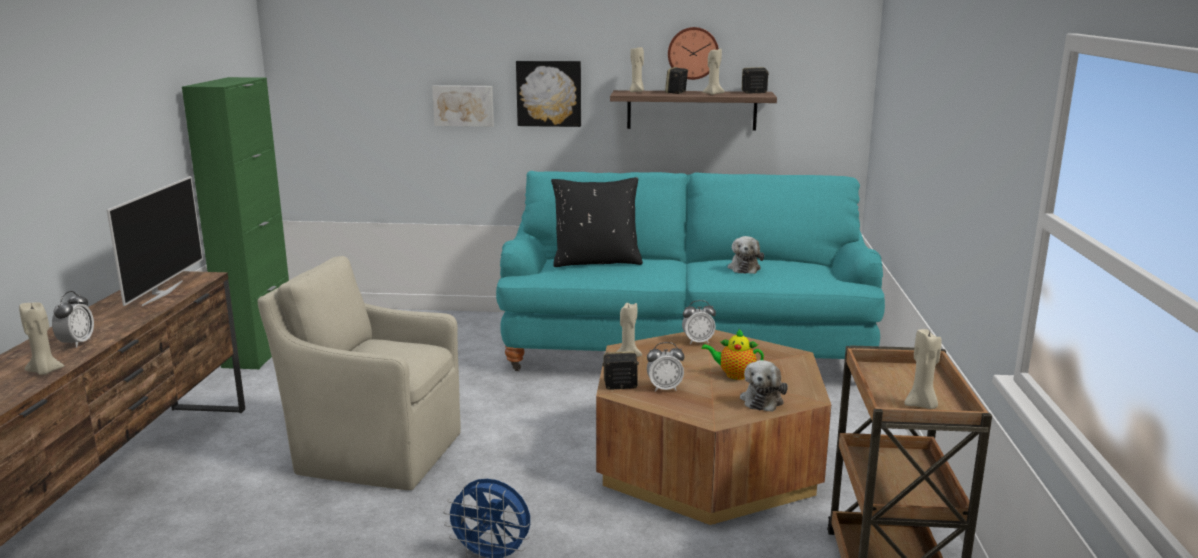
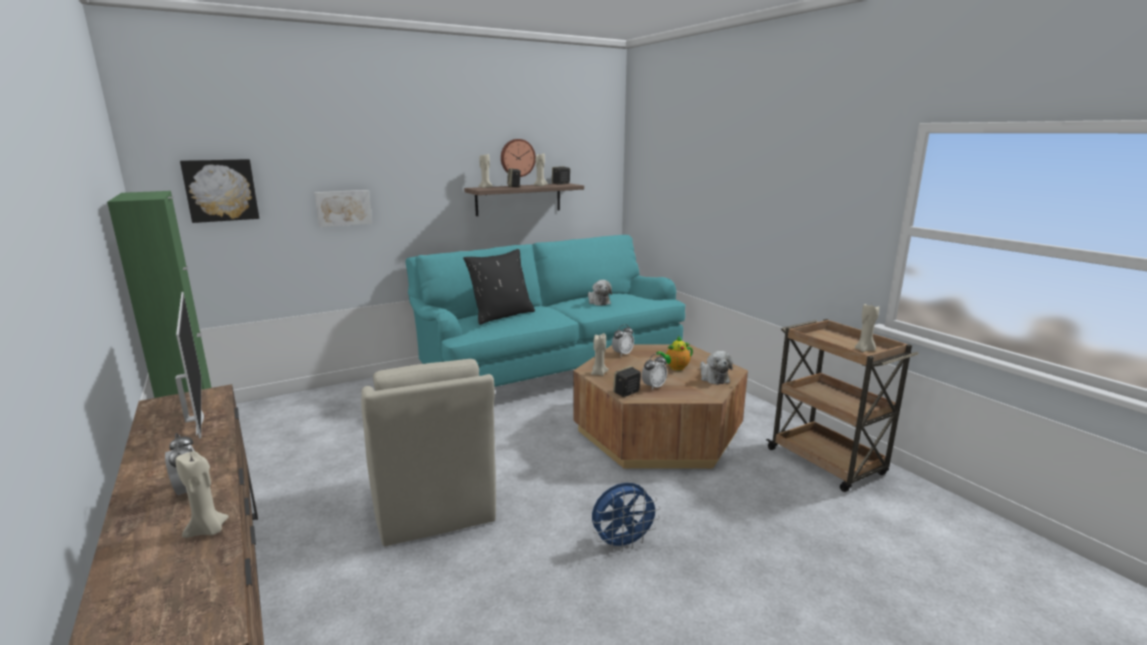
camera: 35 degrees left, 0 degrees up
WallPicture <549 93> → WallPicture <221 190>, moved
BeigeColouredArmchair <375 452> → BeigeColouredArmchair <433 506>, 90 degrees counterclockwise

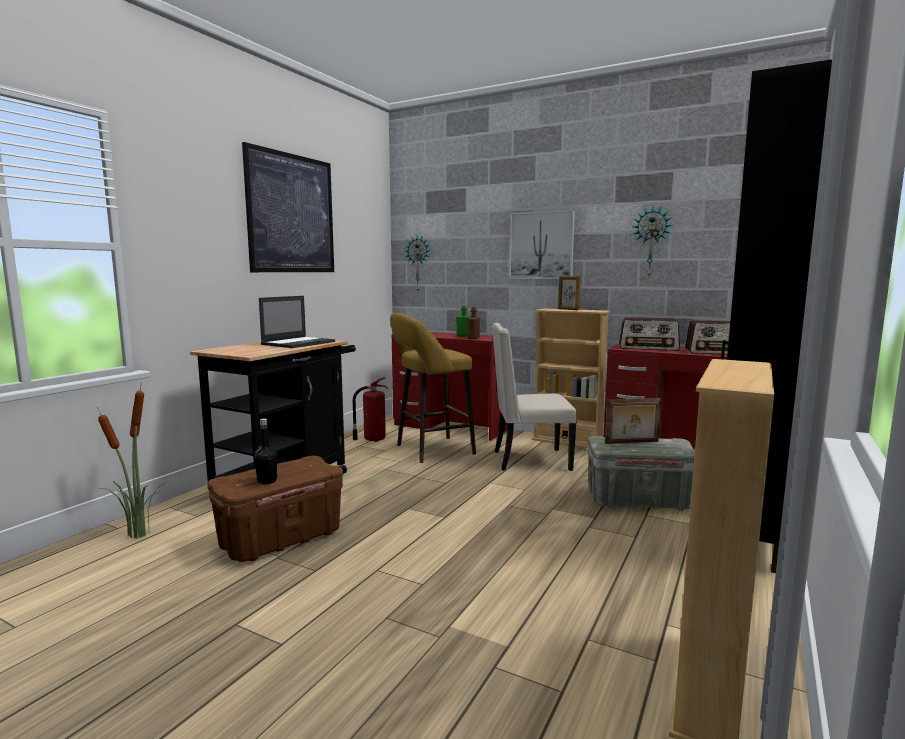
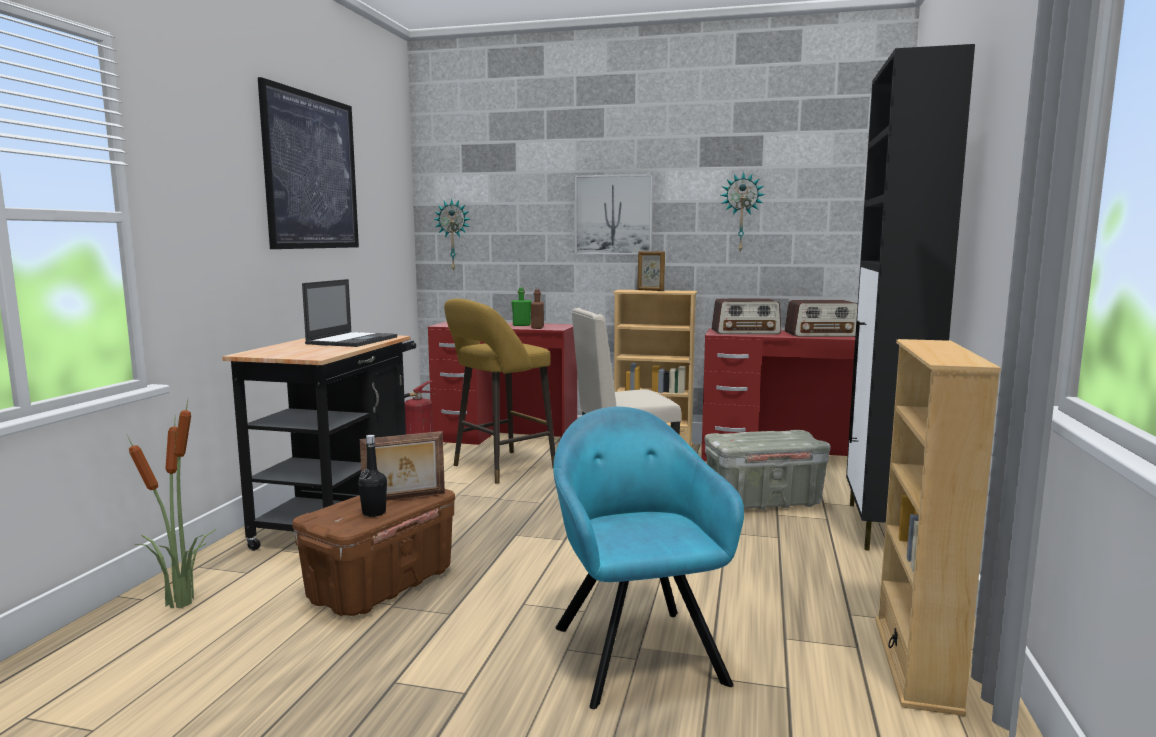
camera: 15 degrees left, 0 degrees up
- → BlueGreenArmchair <635 649>
StandingFrame <632 442> → StandingFrame <404 498>, moved

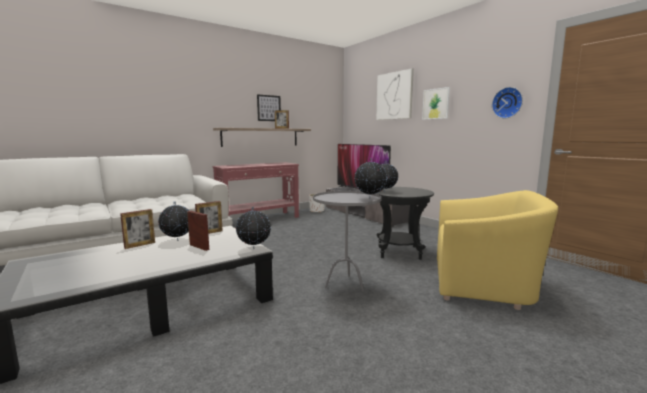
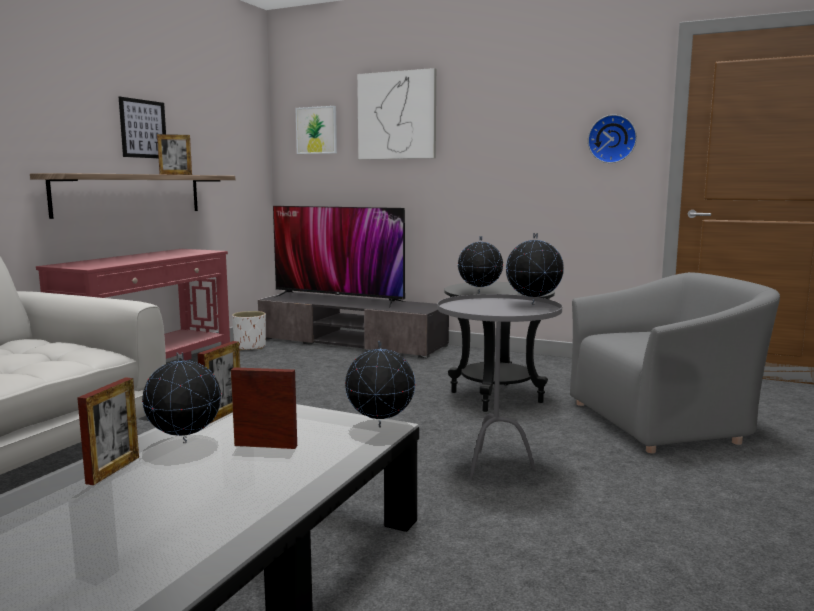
camera: 30 degrees left, 0 degrees up
WallPicture <436 104> → WallPicture <316 130>, moved
YellowishArmchair <483 284> → GrayArmchair <663 421>

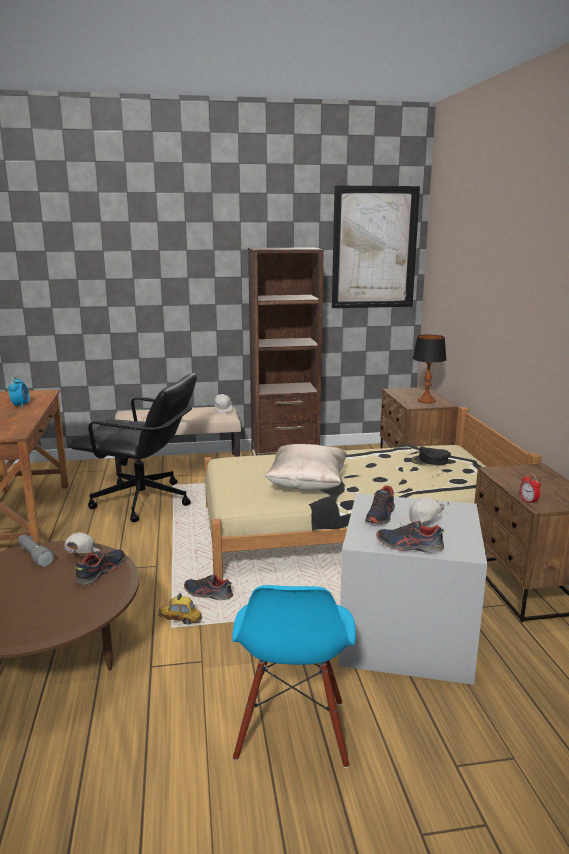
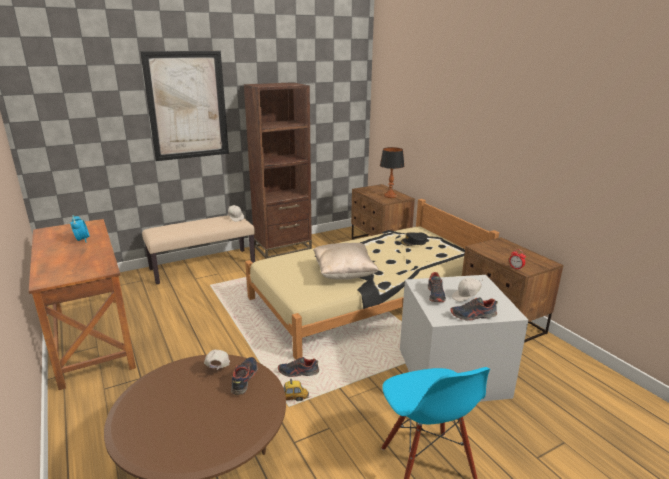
camera: 20 degrees left, 5 degrees up
GrayHandTorch <34 555> → -
BlackColouredDeskChair <143 501> → -
WallPicture <374 248> → WallPicture <187 106>, moved

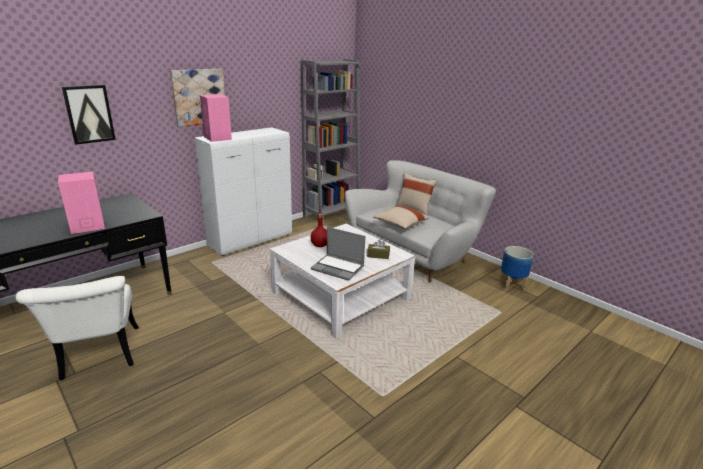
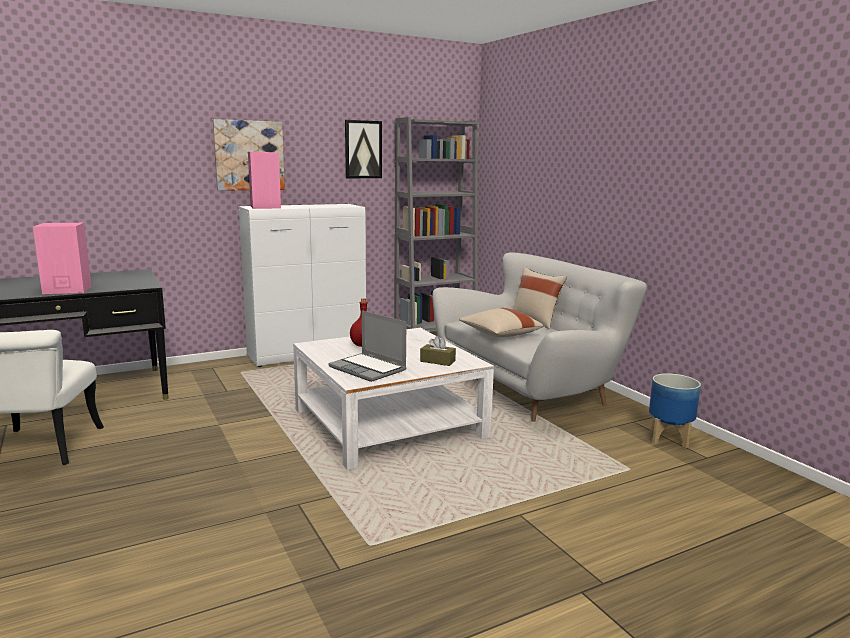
camera: 15 degrees right, 10 degrees down
WallPicture <89 114> → WallPicture <363 149>, moved

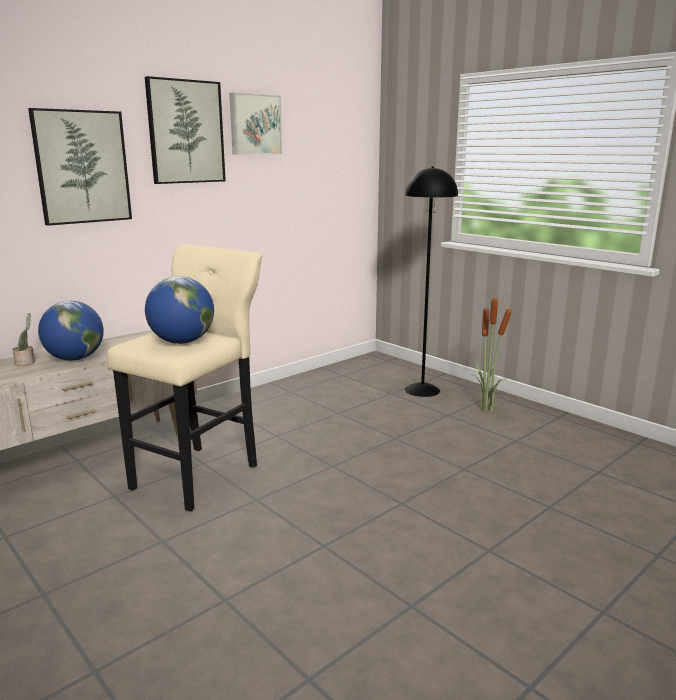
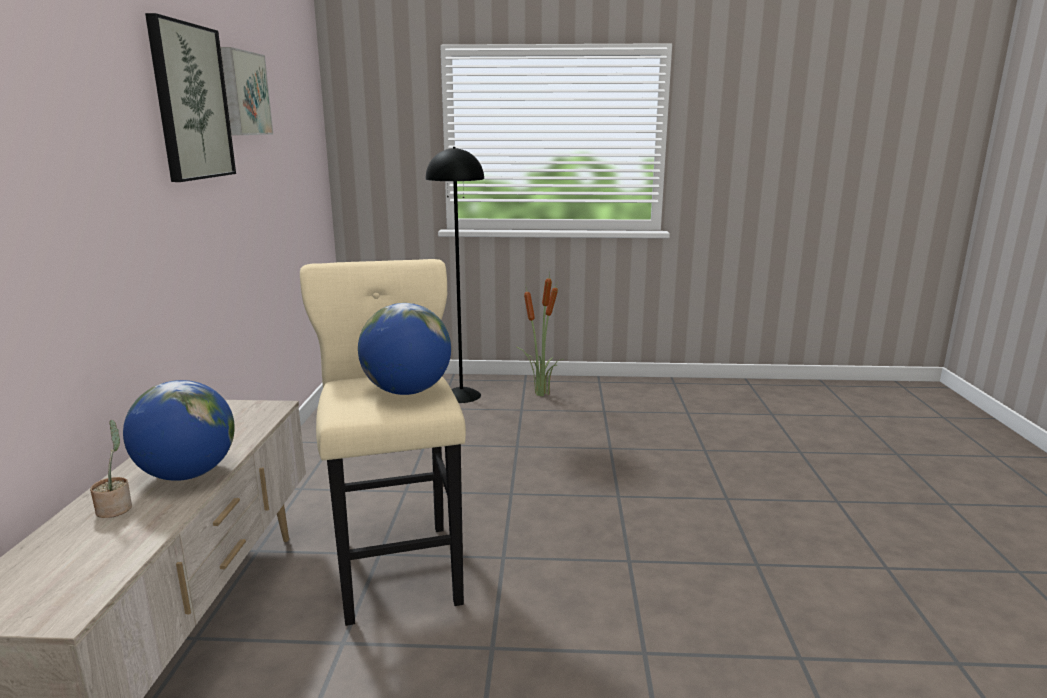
camera: 45 degrees left, 0 degrees up
WallPicture <82 167> → -

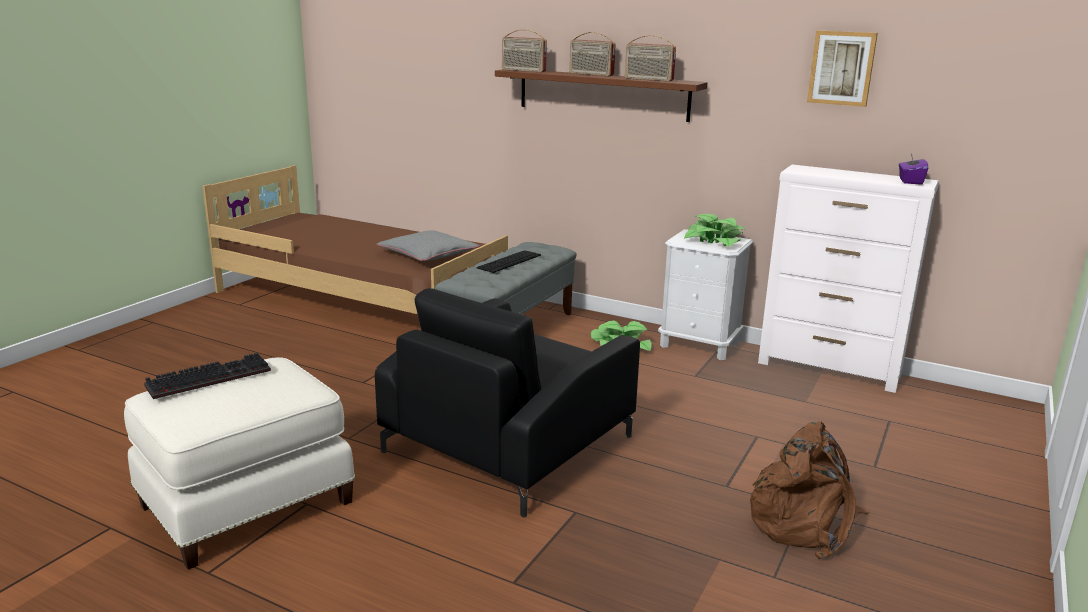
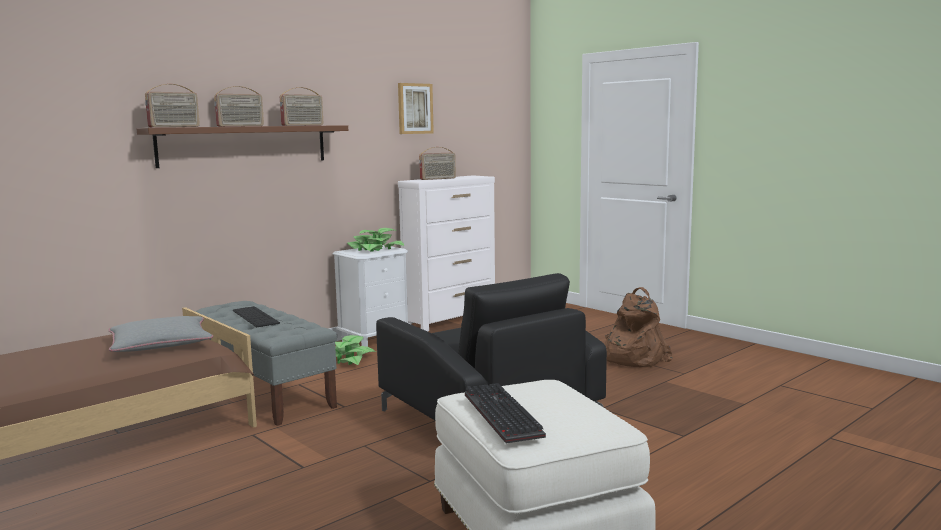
camera: 70 degrees left, 10 degrees down
PurplishBoxOfTissues <910 181> → -
- → Radio <438 179>

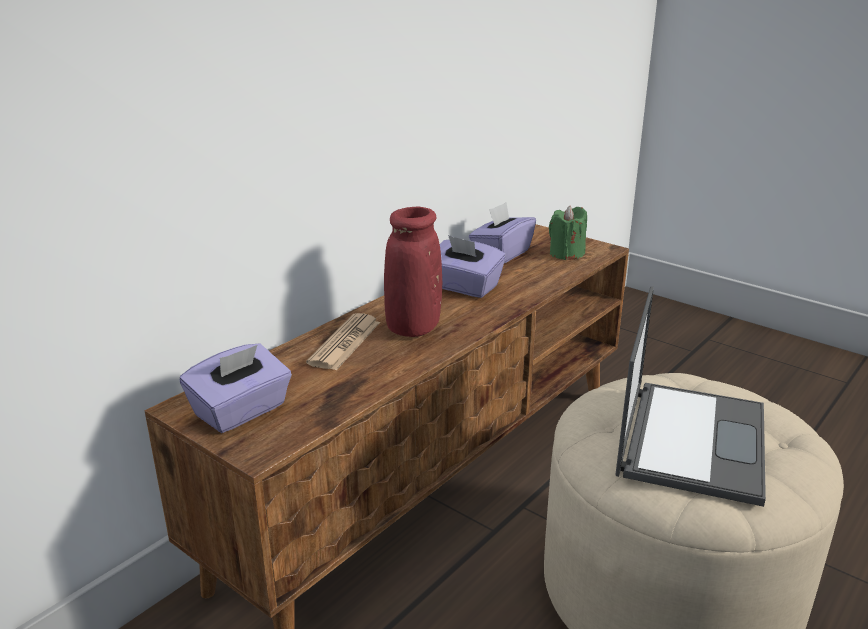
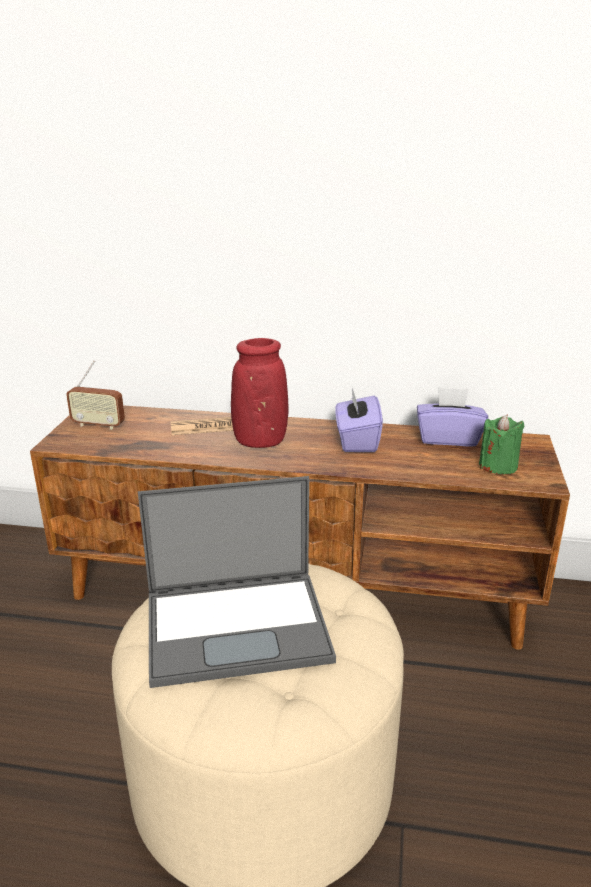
camera: 60 degrees right, 0 degrees up
PurplishBoxOfTissues <241 411> → Radio <98 425>

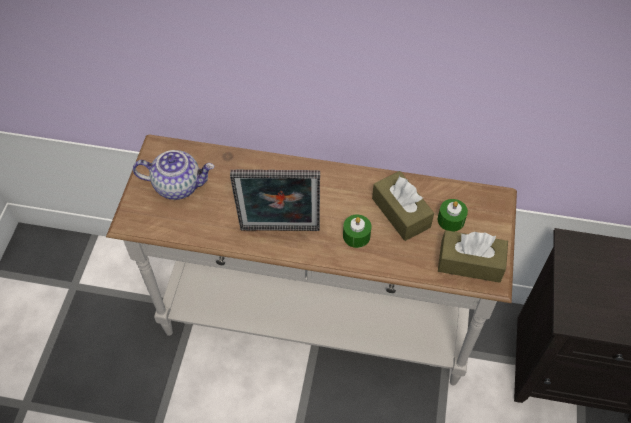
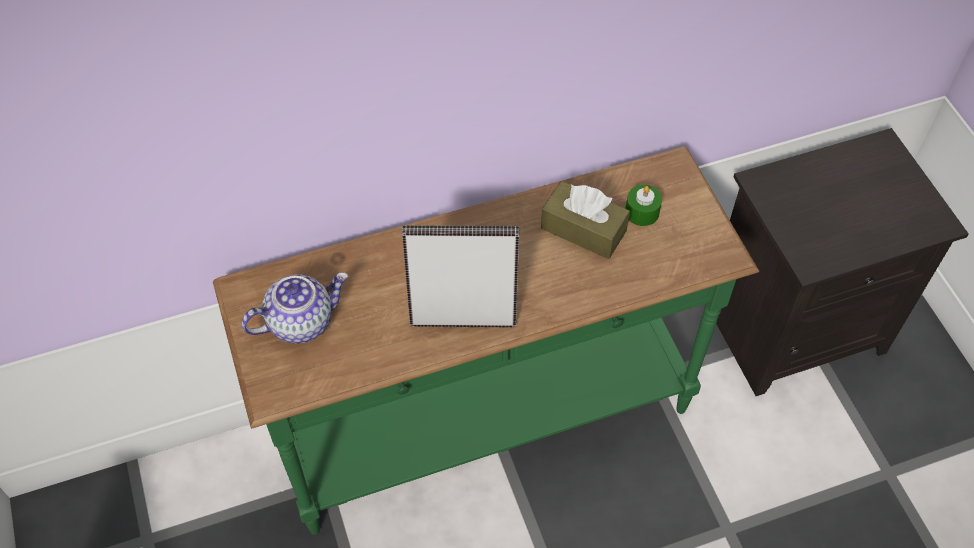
camera: 30 degrees left, 0 degrees up
GreenWaxCandle <356 235> → -
BrownColouredBoxOfTissues <470 263> → -
WhitishHallTable <315 323> → GreenHallTable <487 425>
StandingFrame <279 232> → StandingFrame <463 317>, 150 degrees counterclockwise

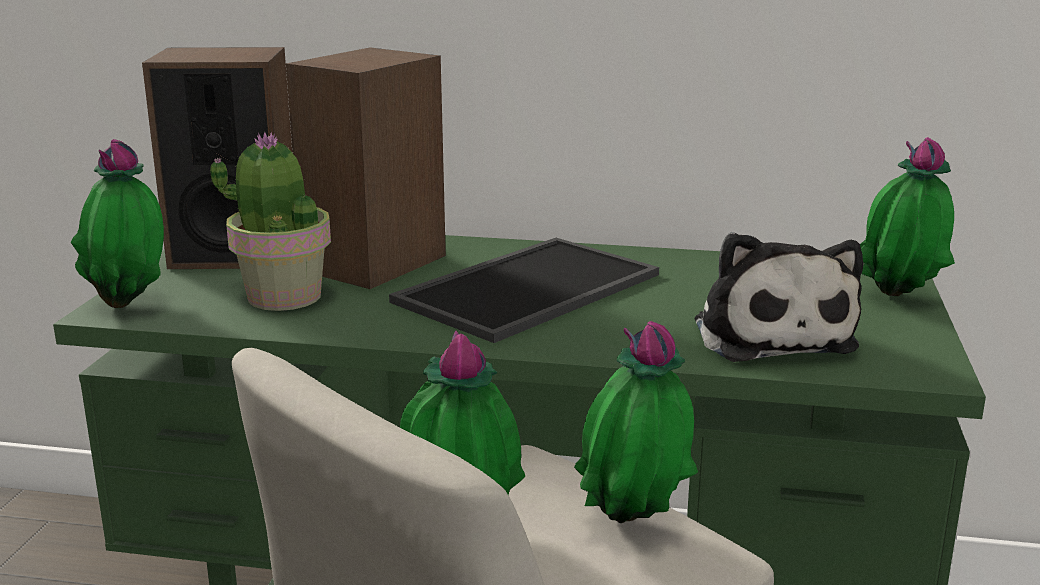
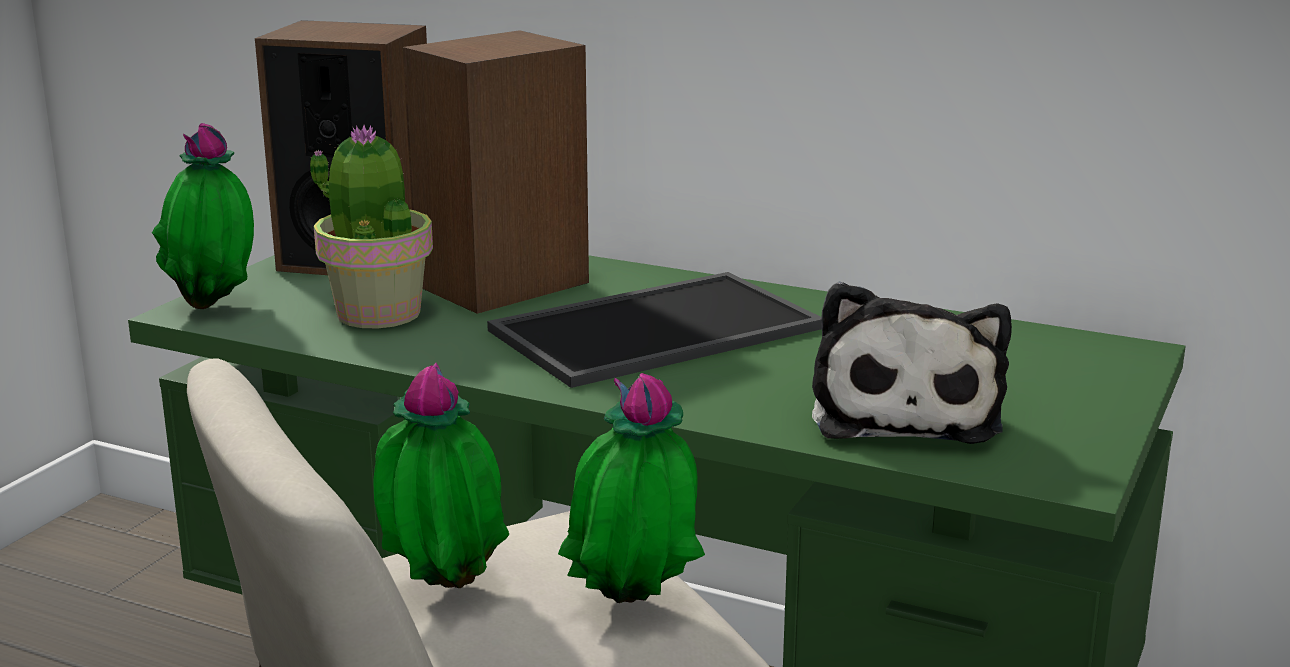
camera: 15 degrees right, 0 degrees up
Houseplant <898 299> → -

